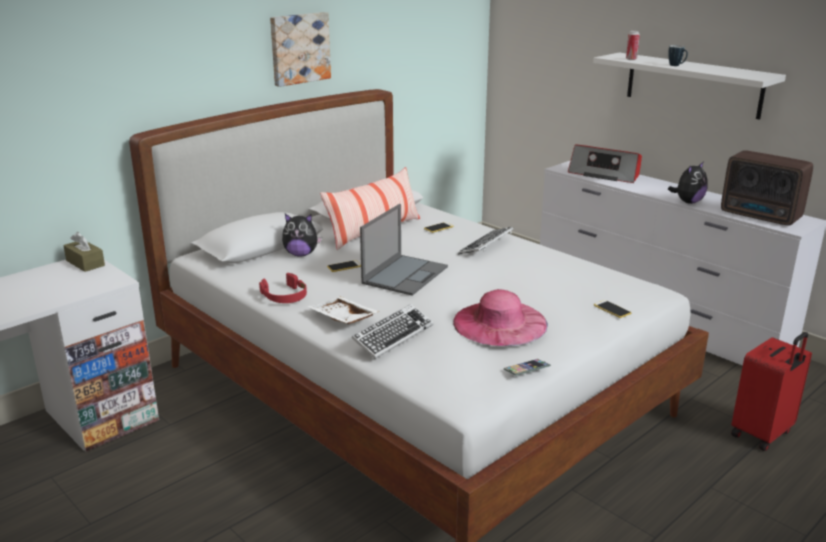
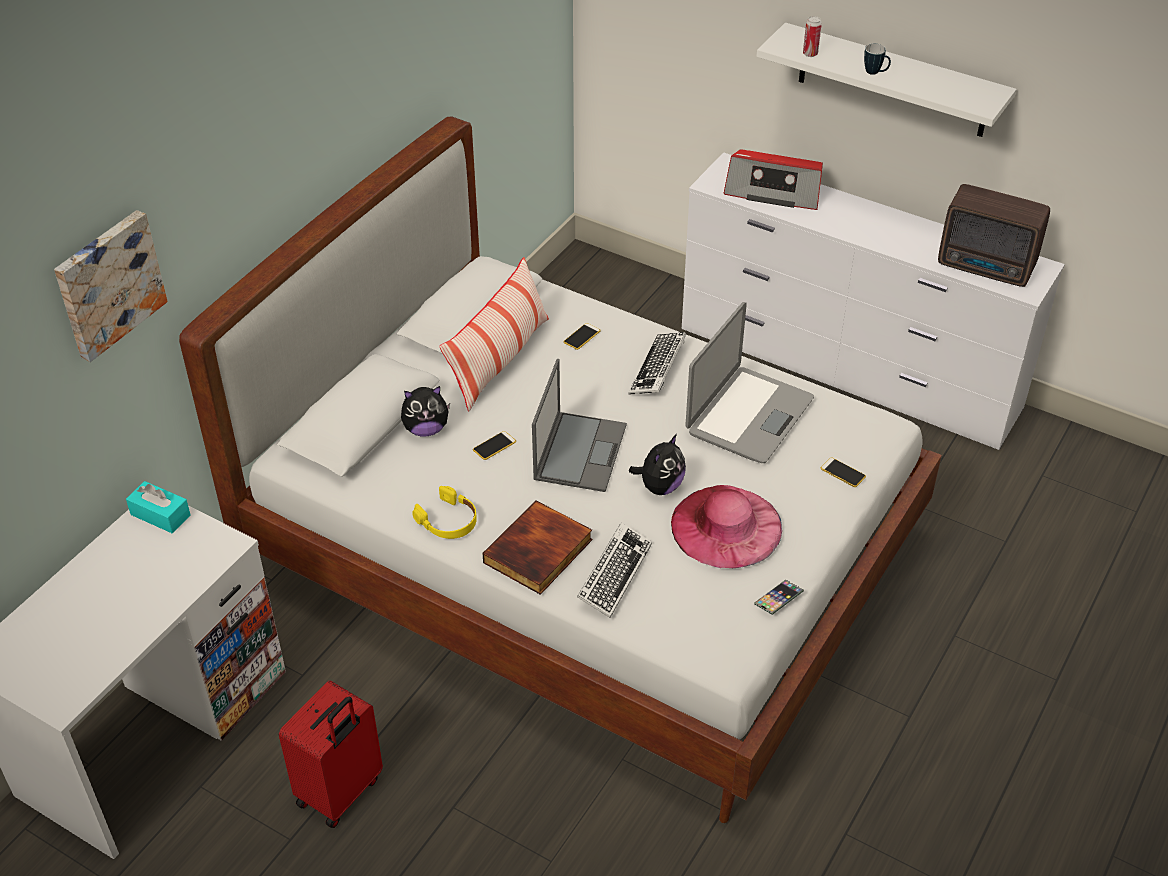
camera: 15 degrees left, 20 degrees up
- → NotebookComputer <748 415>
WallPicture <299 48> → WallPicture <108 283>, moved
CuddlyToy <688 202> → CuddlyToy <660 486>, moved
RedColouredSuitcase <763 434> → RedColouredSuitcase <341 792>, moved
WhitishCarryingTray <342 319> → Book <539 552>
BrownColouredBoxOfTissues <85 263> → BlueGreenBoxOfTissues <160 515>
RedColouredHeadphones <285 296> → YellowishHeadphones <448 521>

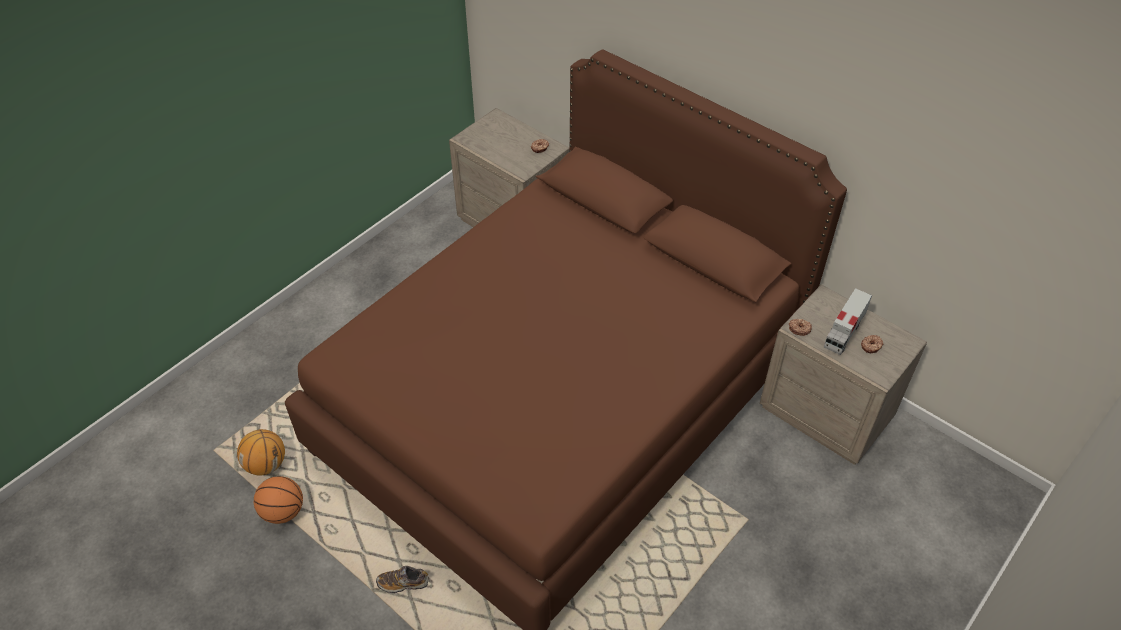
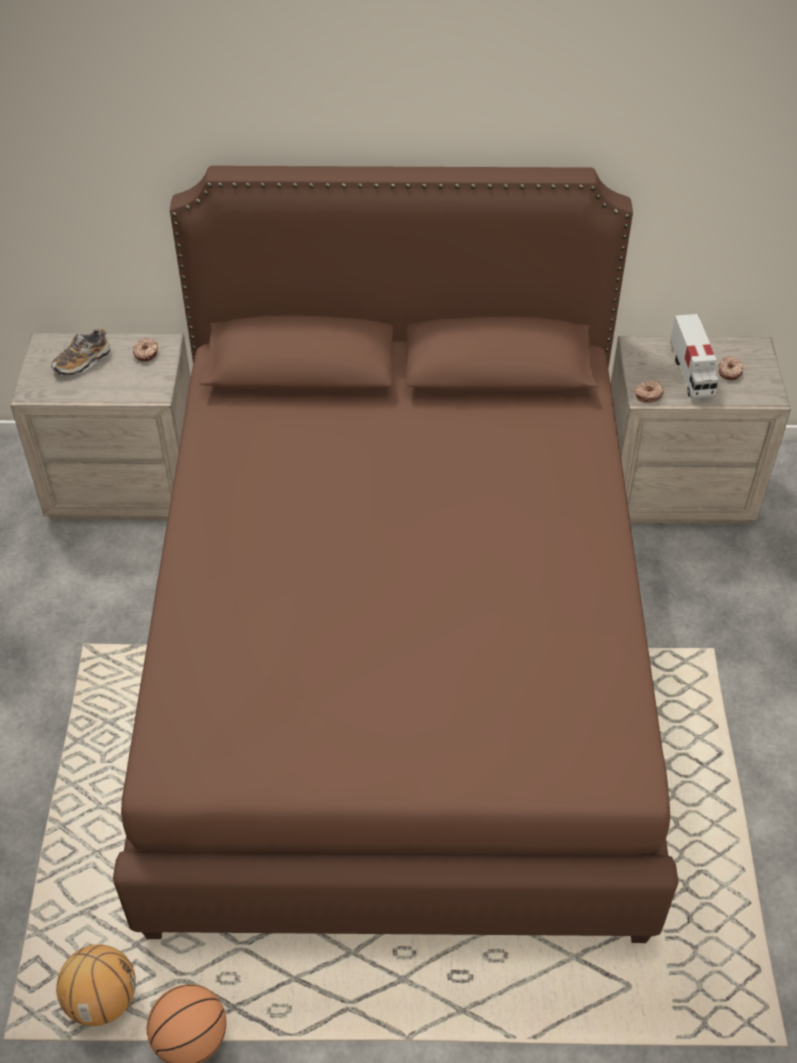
camera: 40 degrees left, 0 degrees up
LowShoe <403 583> → LowShoe <82 362>, moved

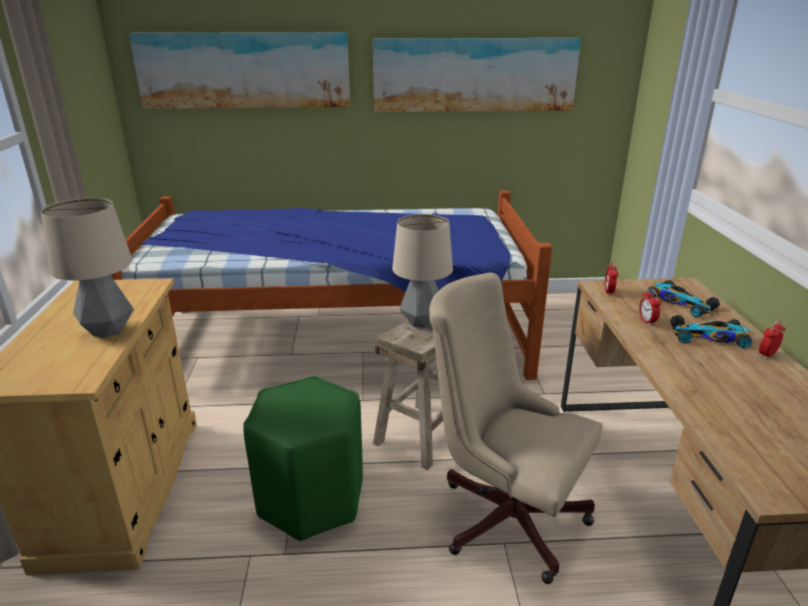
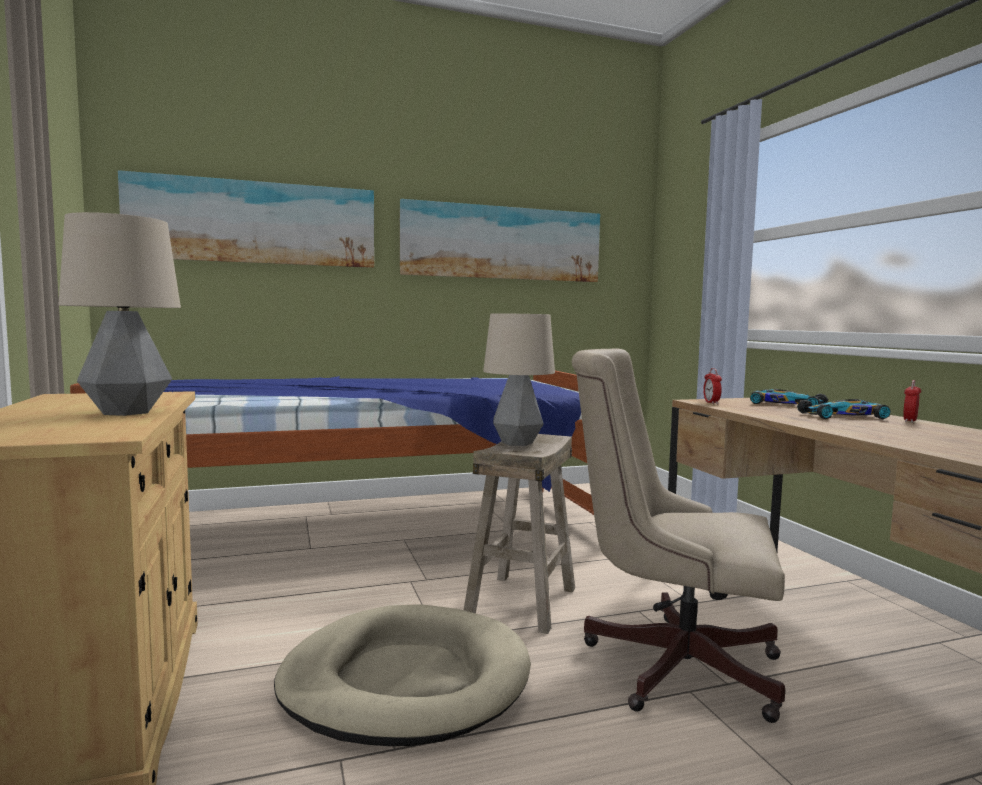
camera: 15 degrees left, 20 degrees down
AlarmClock <647 321> → -
GreenStoolSeat <311 498> → BeigeColouredDogBed <405 681>

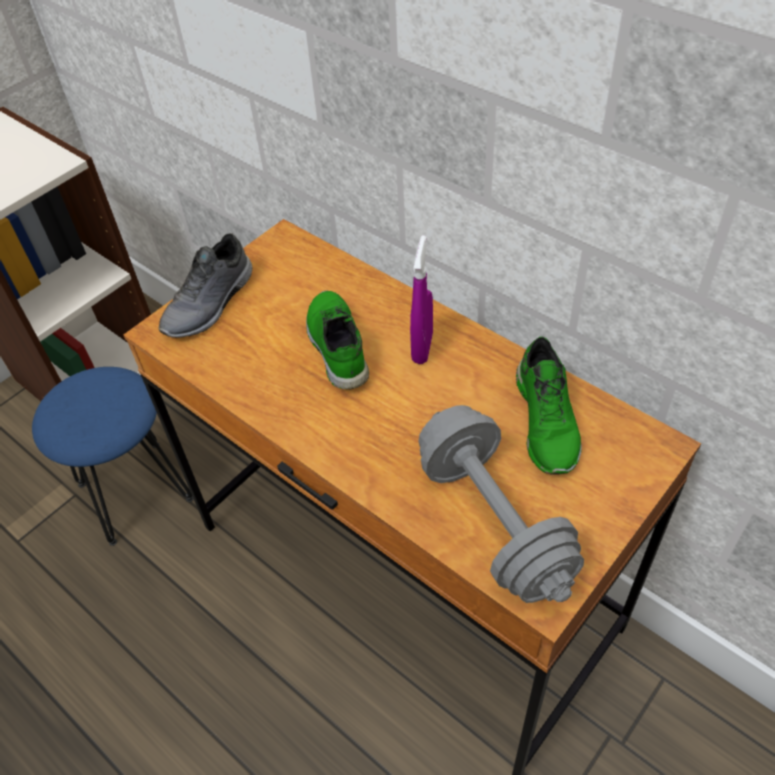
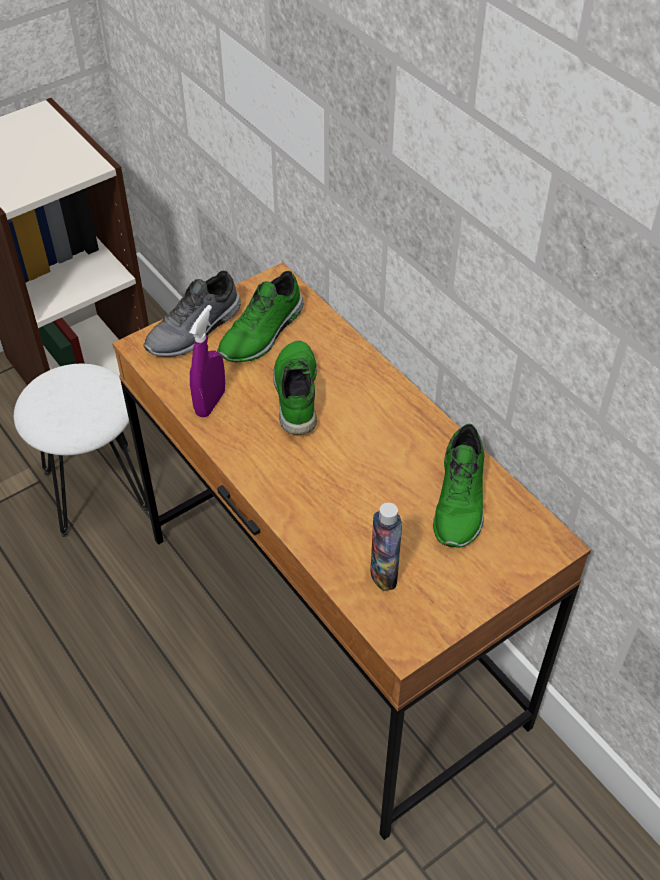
camera: 10 degrees right, 0 degrees up
- → GreenLowShoe <263 334>
PurplishSprayer <422 348> → PurplishSprayer <210 403>, moved
GrayFreeWeight <493 522> → BeverageBottle <383 574>
BlueColouredStoolSeat <136 491> → WhitishStoolSeat <97 490>

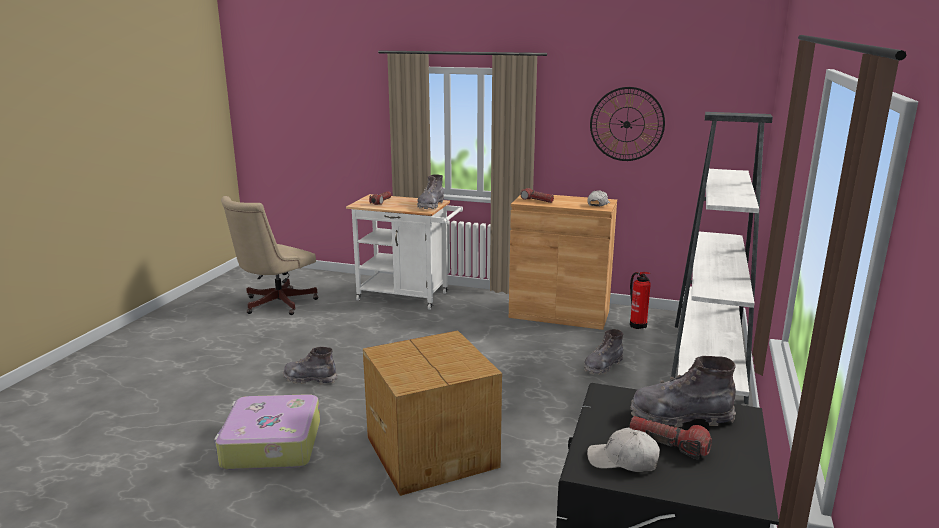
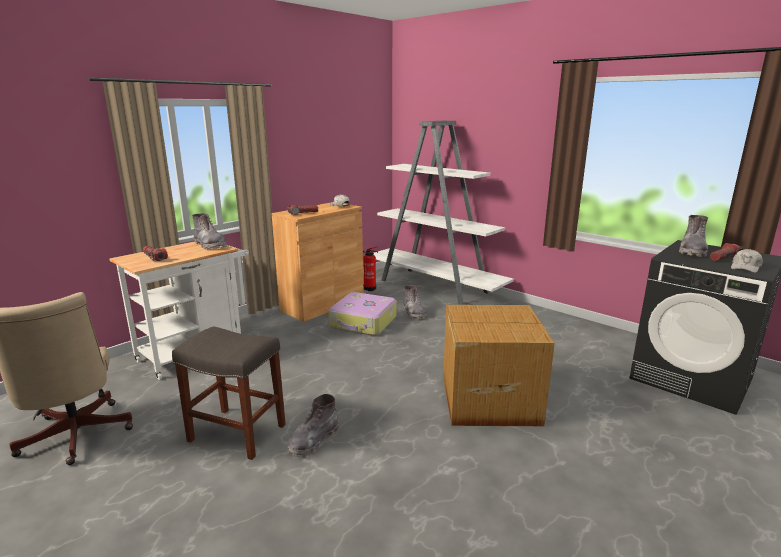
camera: 65 degrees left, 0 degrees up
ClockOnTheWall <626 124> → -
- → GrayStoolSeat <236 433>
Suitcase <270 445> → Suitcase <363 322>, moved

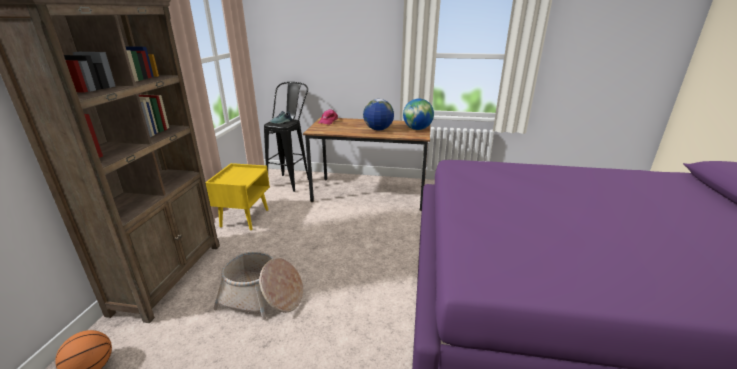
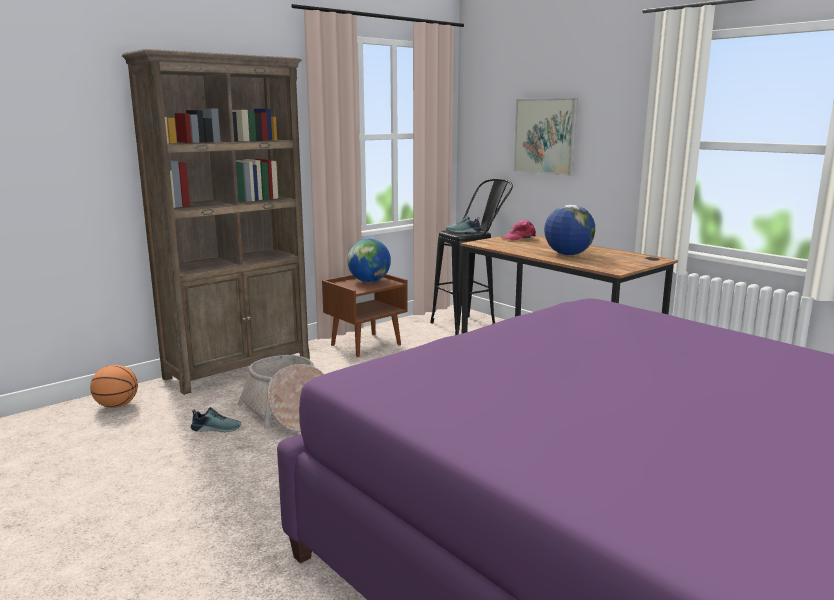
camera: 40 degrees right, 10 degrees down
- → LowShoe <217 428>
- → WallPicture <545 136>
DeskGlobe <417 129> → DeskGlobe <369 281>, moved
YellowishBedsideTable <244 218> → BrownColouredBedsideTable <366 344>

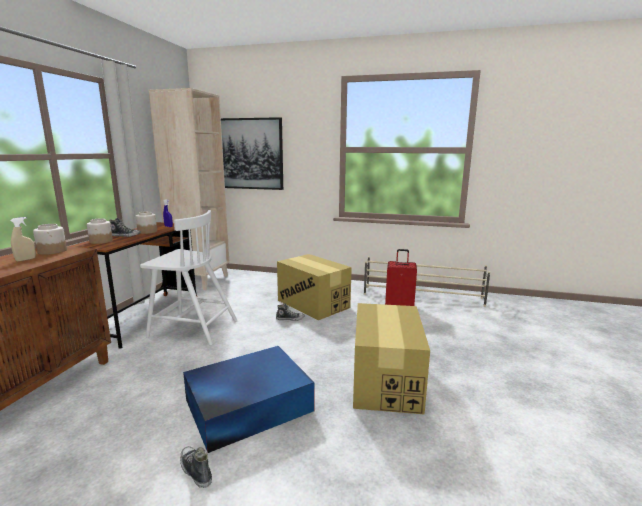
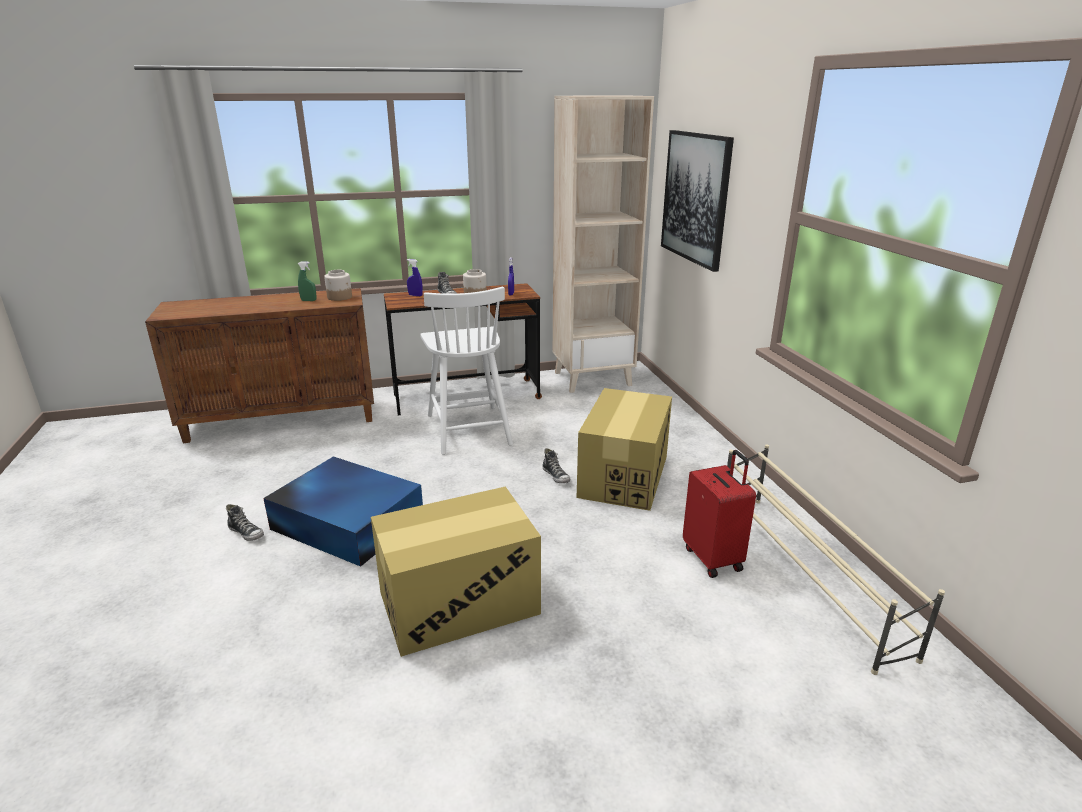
camera: 60 degrees right, 10 degrees up
PreserveJar <101 241> → BlueColouredSprayer <415 295>
BeigeColouredSprayer <26 259> → GreenSprayer <308 300>
LowShoe <195 470> → LowShoe <246 533>, 105 degrees clockwise

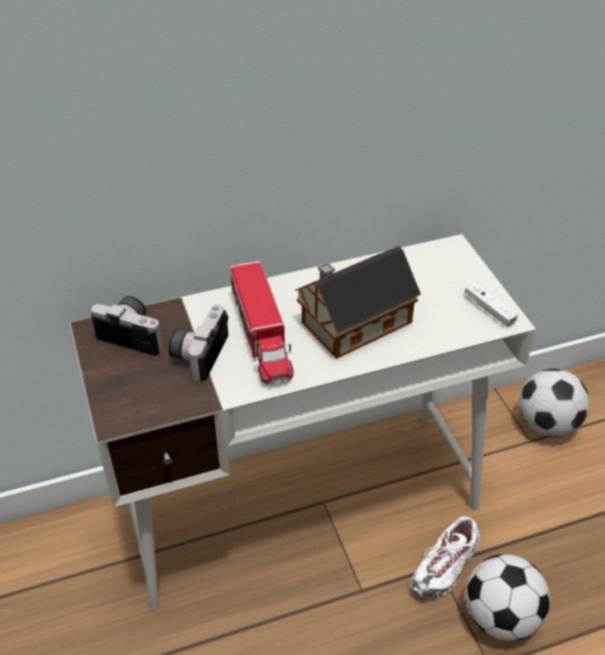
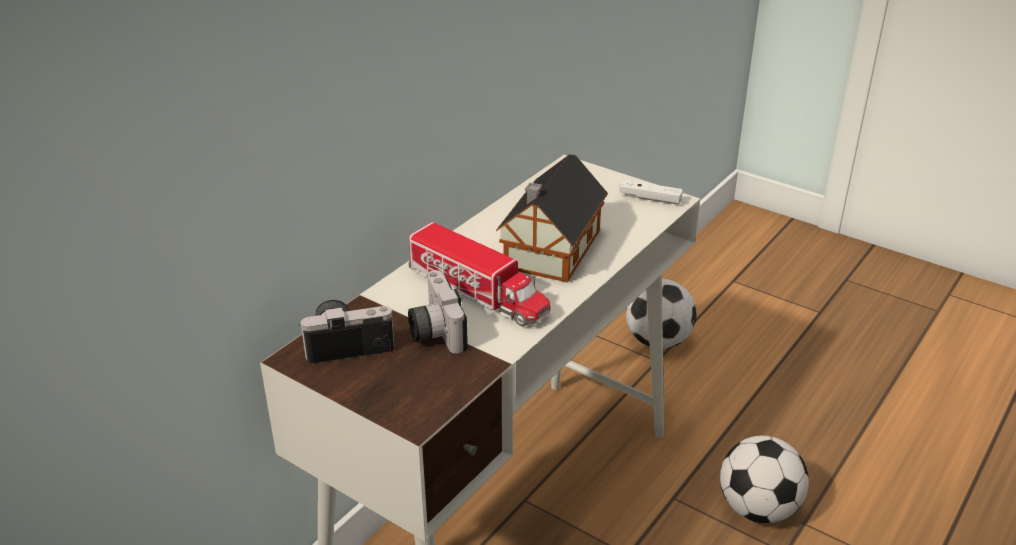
camera: 35 degrees left, 10 degrees down
WhitishLowShoe <445 566> → -

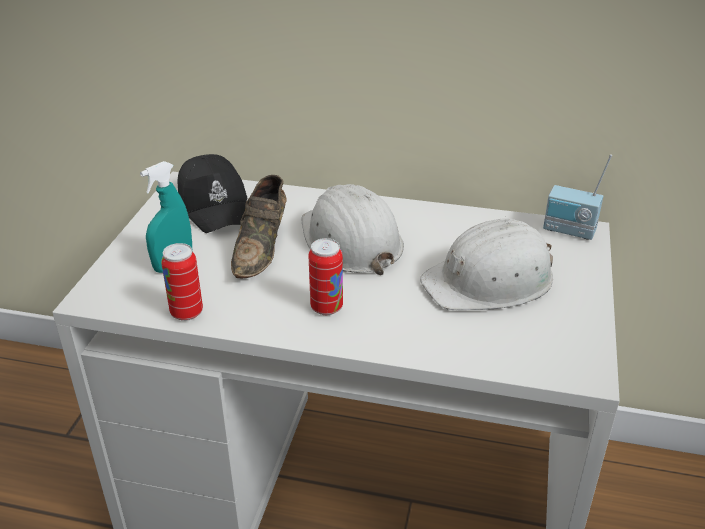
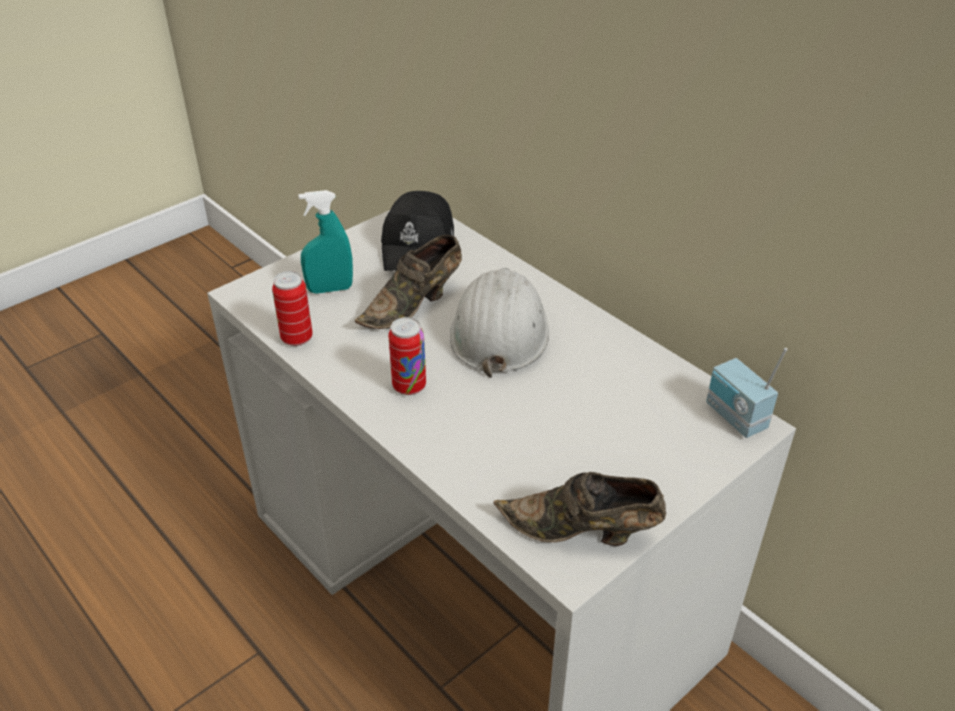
camera: 35 degrees right, 5 degrees up
WhitishHardHat <490 281> → -
- → BrownColouredLowShoe <582 532>

